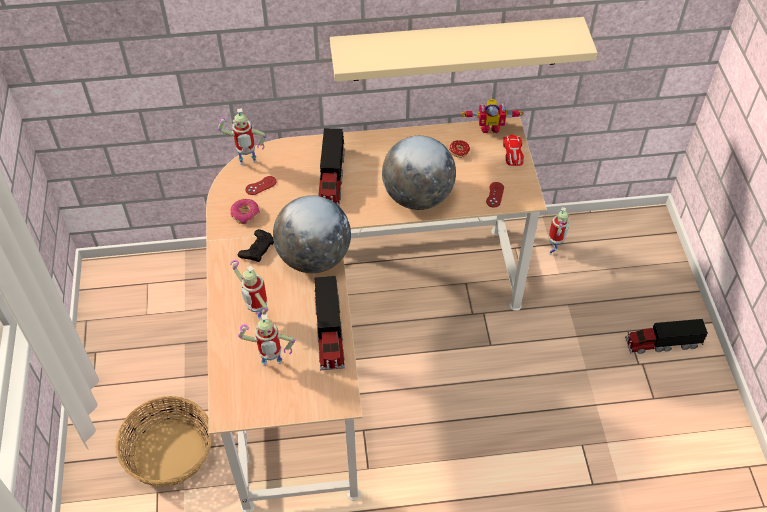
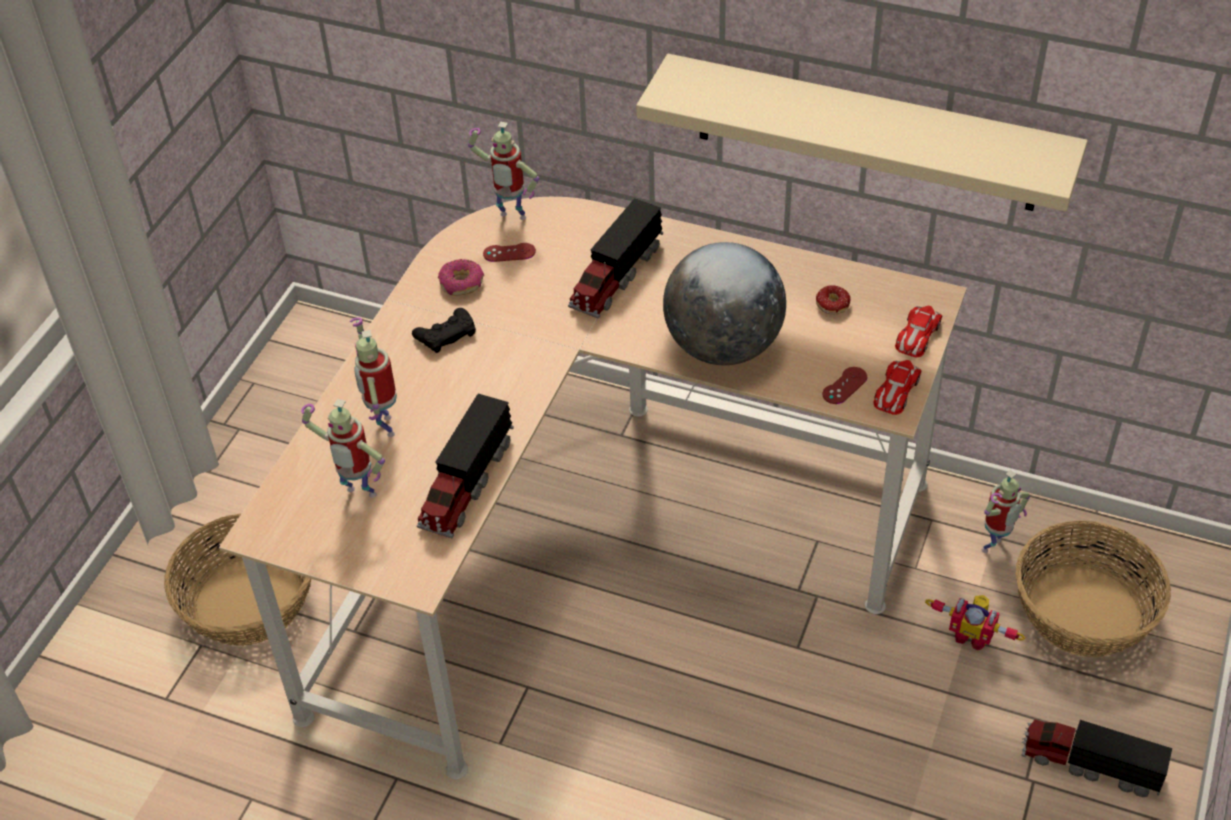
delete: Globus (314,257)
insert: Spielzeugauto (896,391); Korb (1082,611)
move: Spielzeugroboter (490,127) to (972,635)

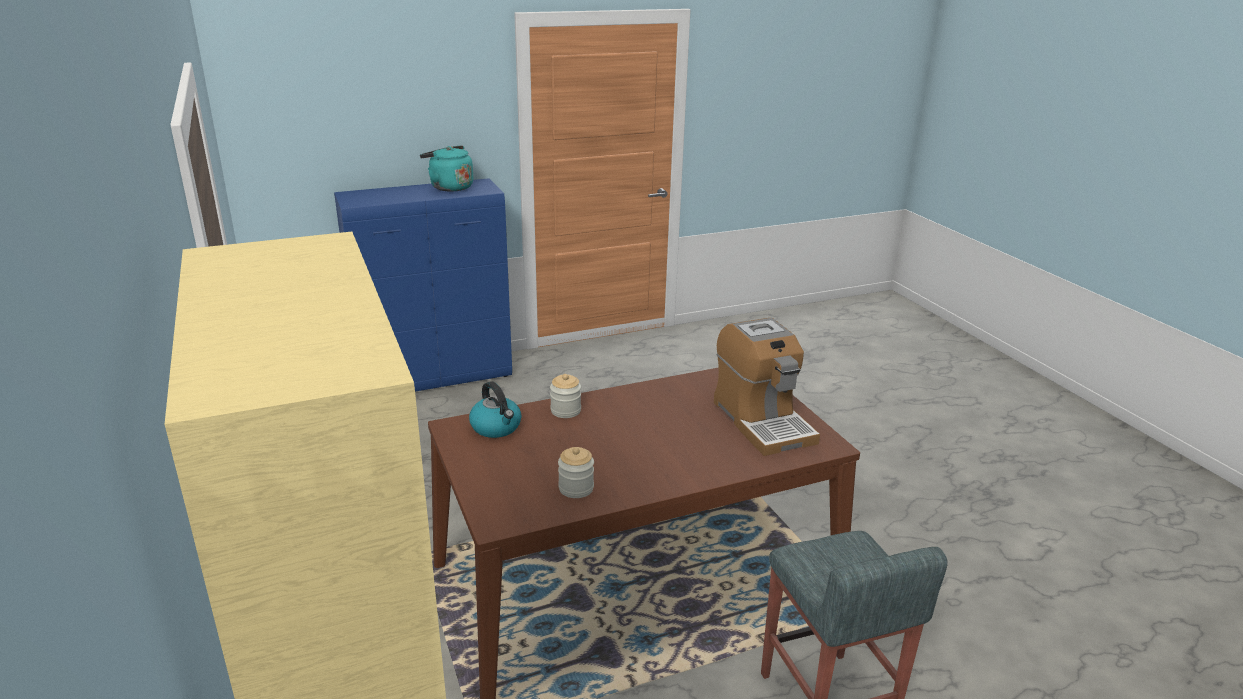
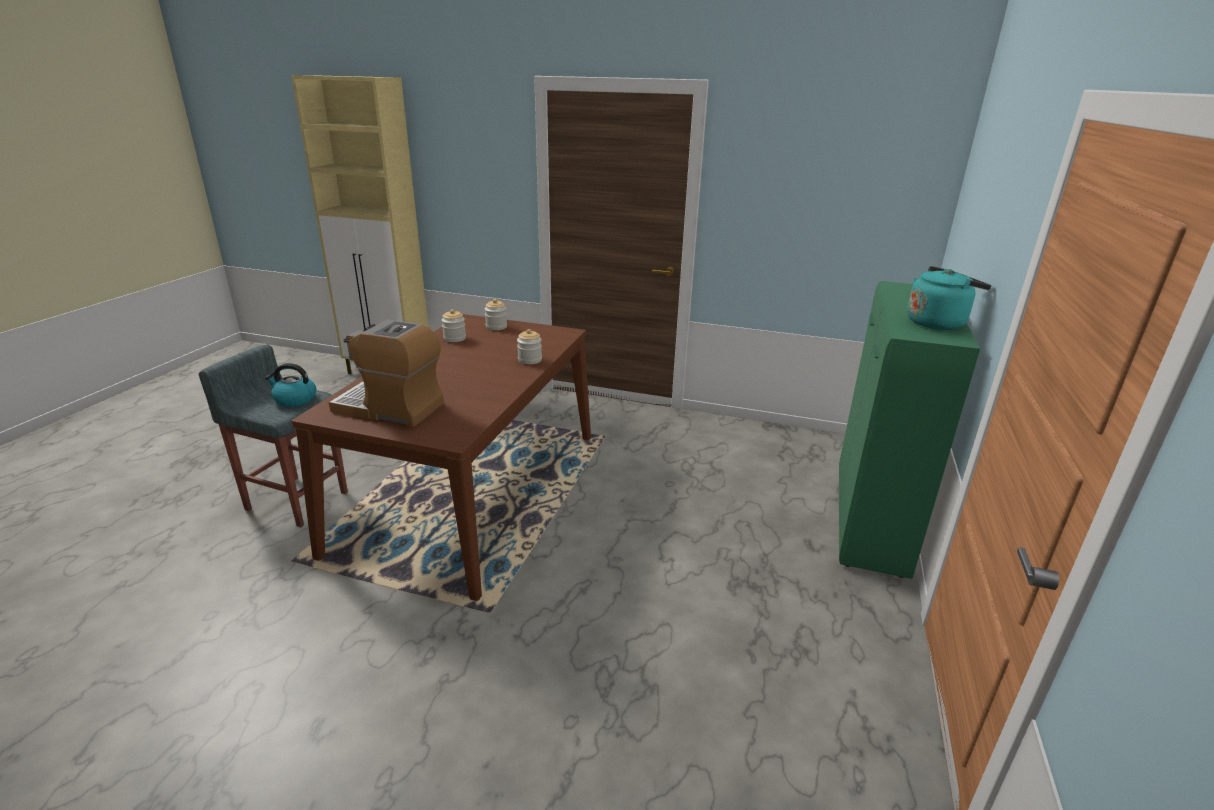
insert: Vorratsglas (496,327)
move: Wasserkessel (496,427) to (294,399)
recolor: Schrank/blau (437,378) to Schrank/grün (870,522)

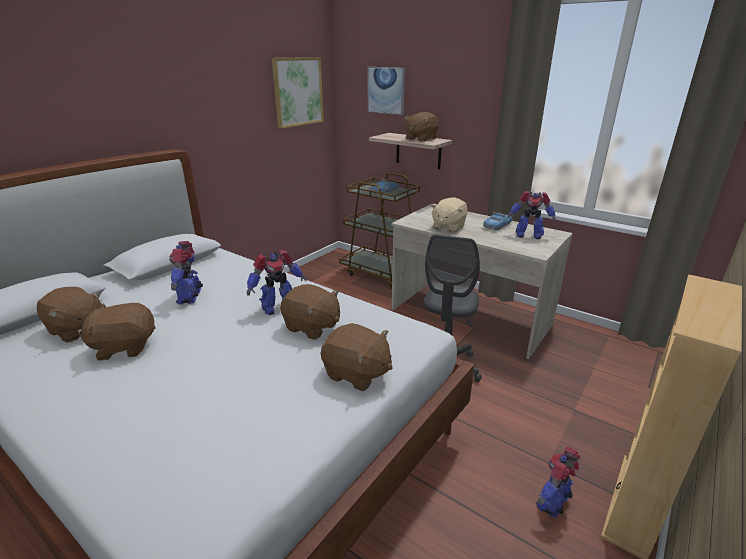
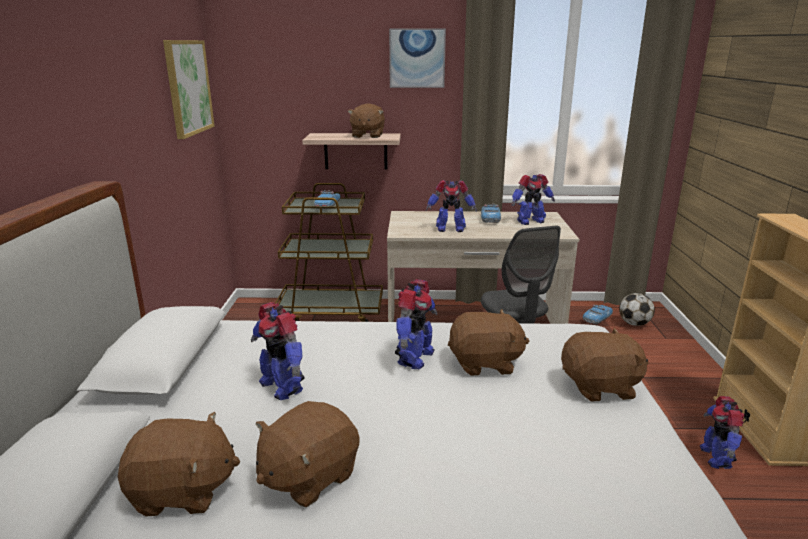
insert: Spielzeugauto (597,318); Fußball (634,324)
move: Bild (386,90) to (417,58)
replace: Plüschtier/beige (448,227) to Spielzeugroboter (450,229)

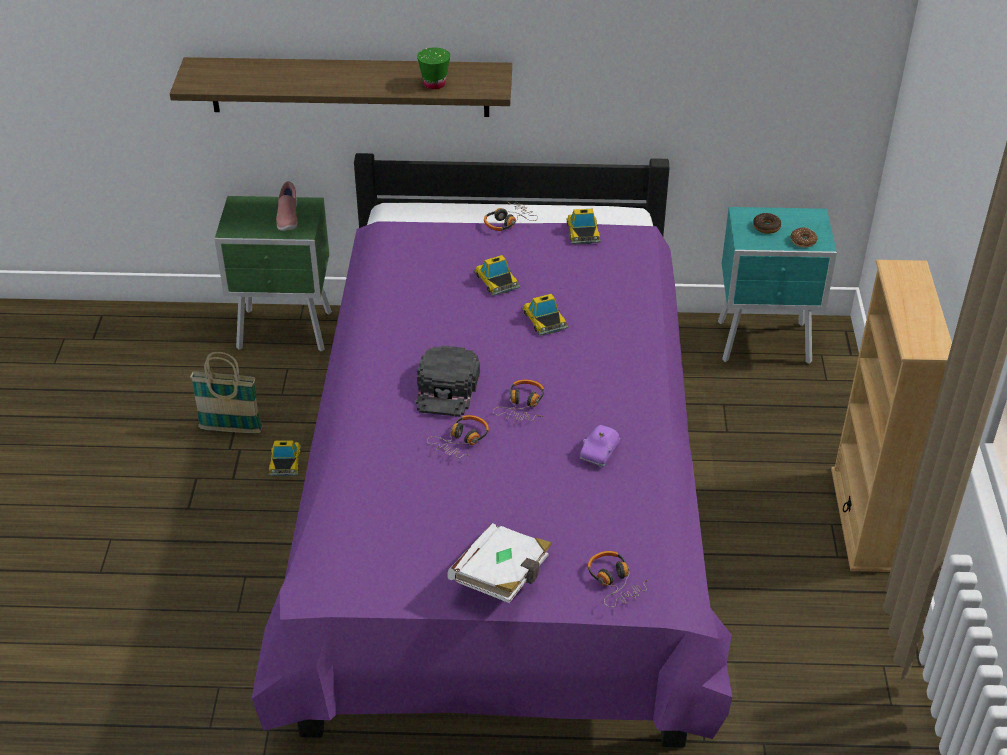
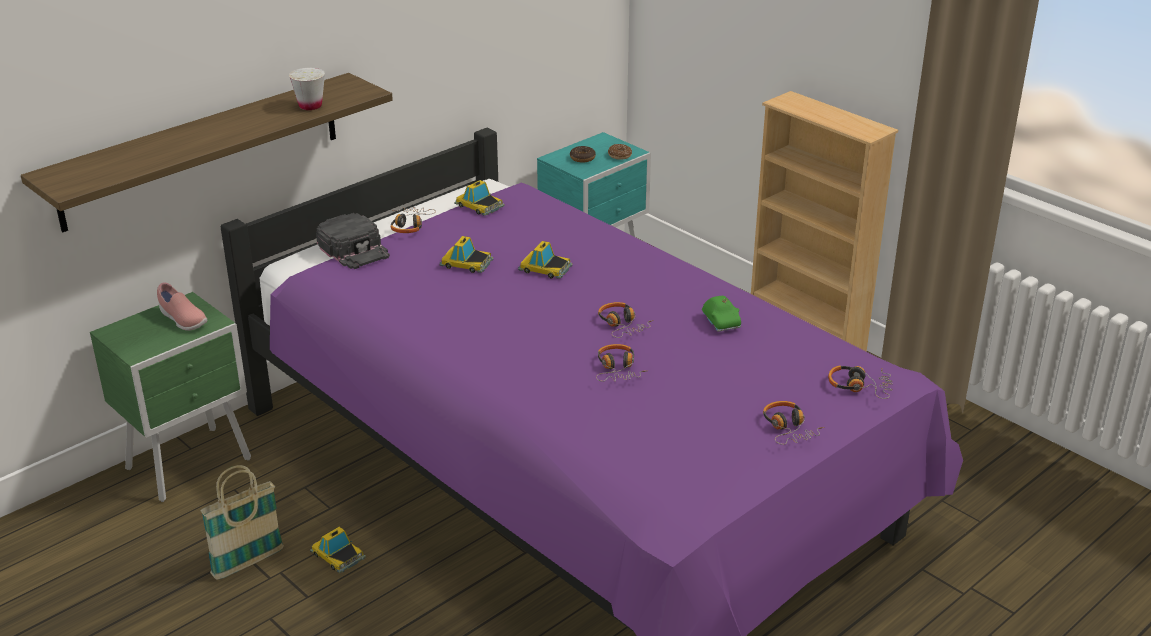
move: Kappe/schwarz (447,388) to (354,249)
replace: Buch/weiß (502,577) to Kopfhörer (789,429)
recolor: Tasse/grün (434,84) to Tasse/weiß (310,106); Spielzeugauto/lila (600,452) to Spielzeugauto/grün (721,322)

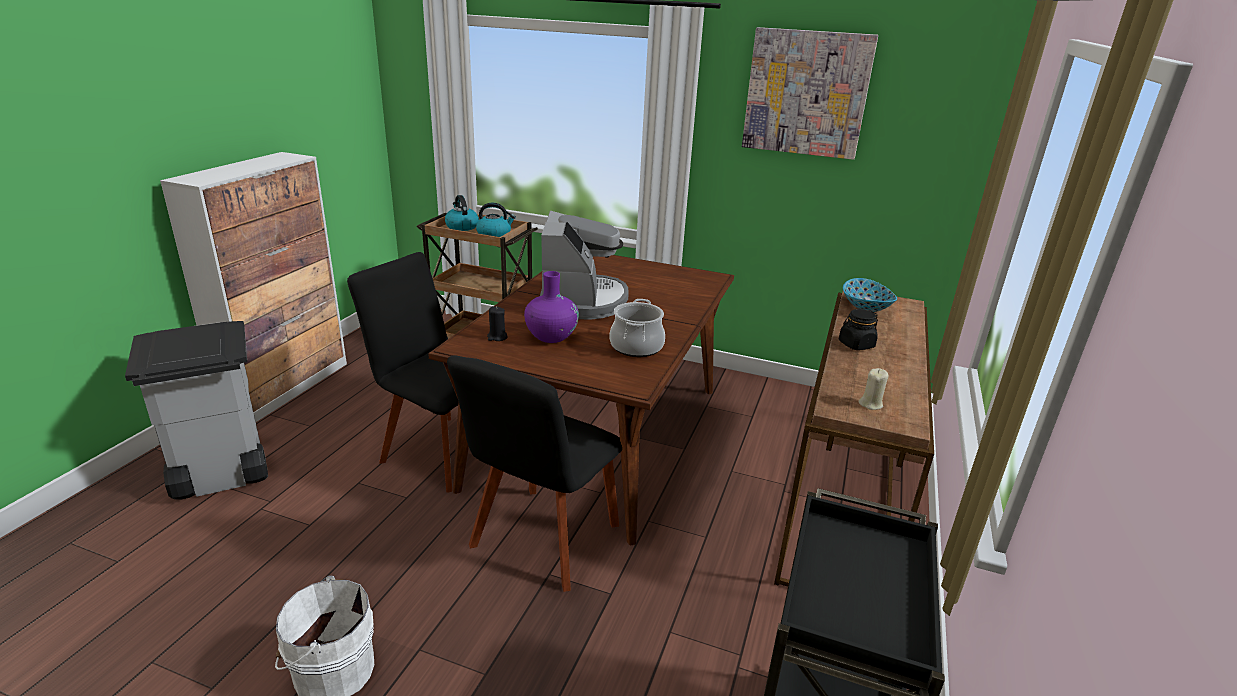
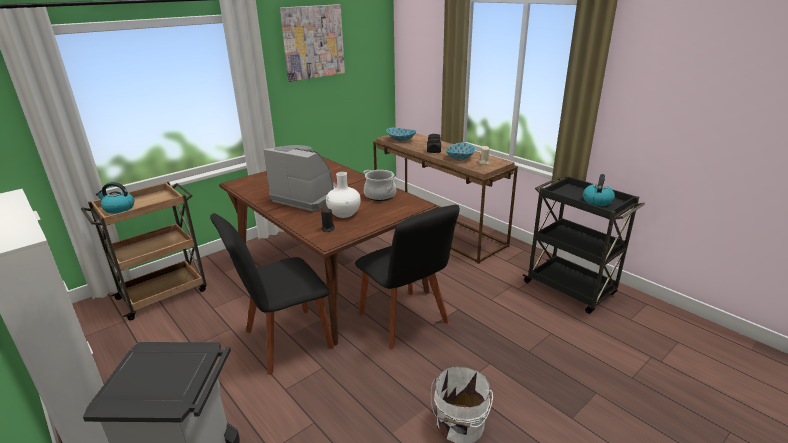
insert: Schüssel (460,158)
move: Wasserkessel (494,235) to (597,201)
recolor: Vase/lila (551,336) to Vase/weiß (344,213)

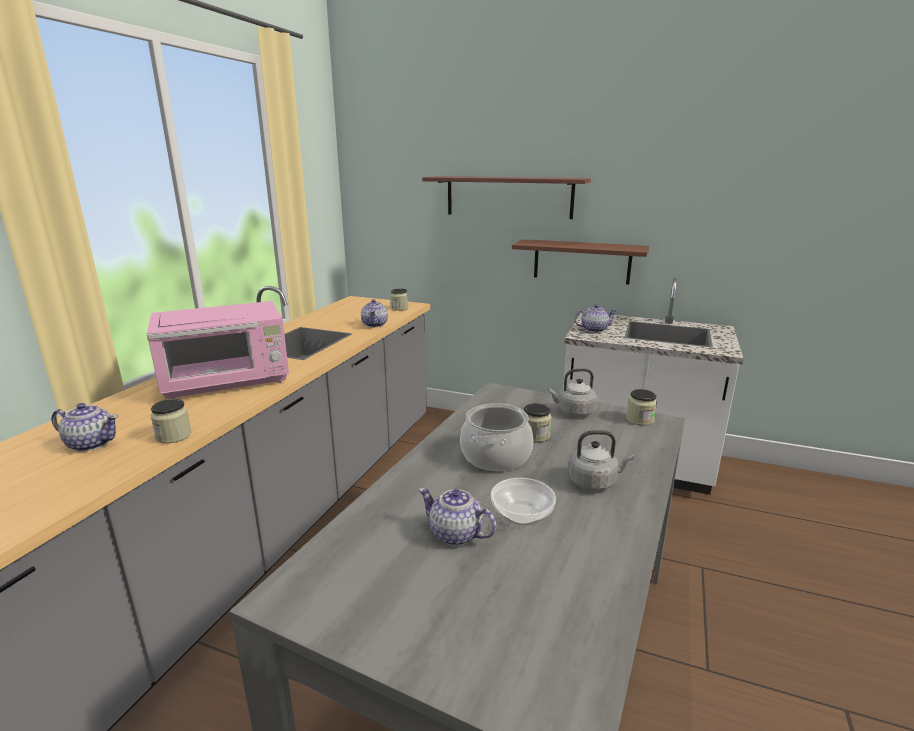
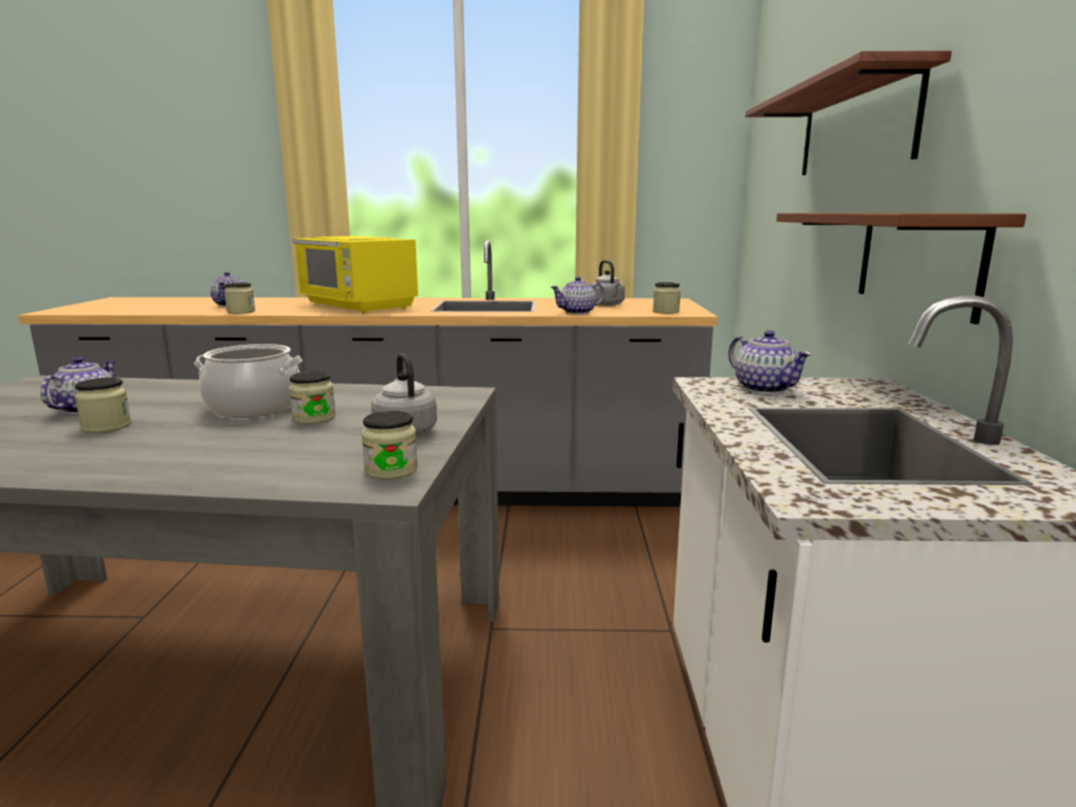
move: Wasserkessel/grau (594,482) to (607,305)
replace: Schüssel (523,515) to Vorratsglas (106,426)
recolor: Mikrowelle/rosa (228,382) to Mikrowelle/gelb (358,306)

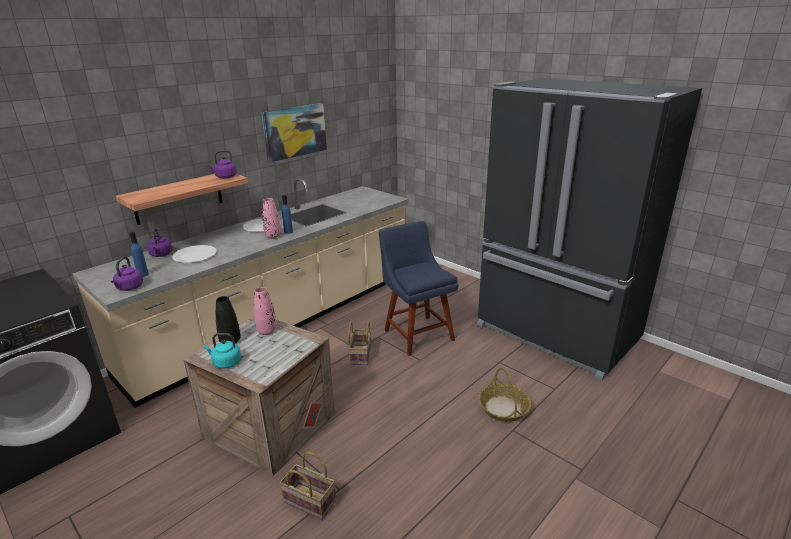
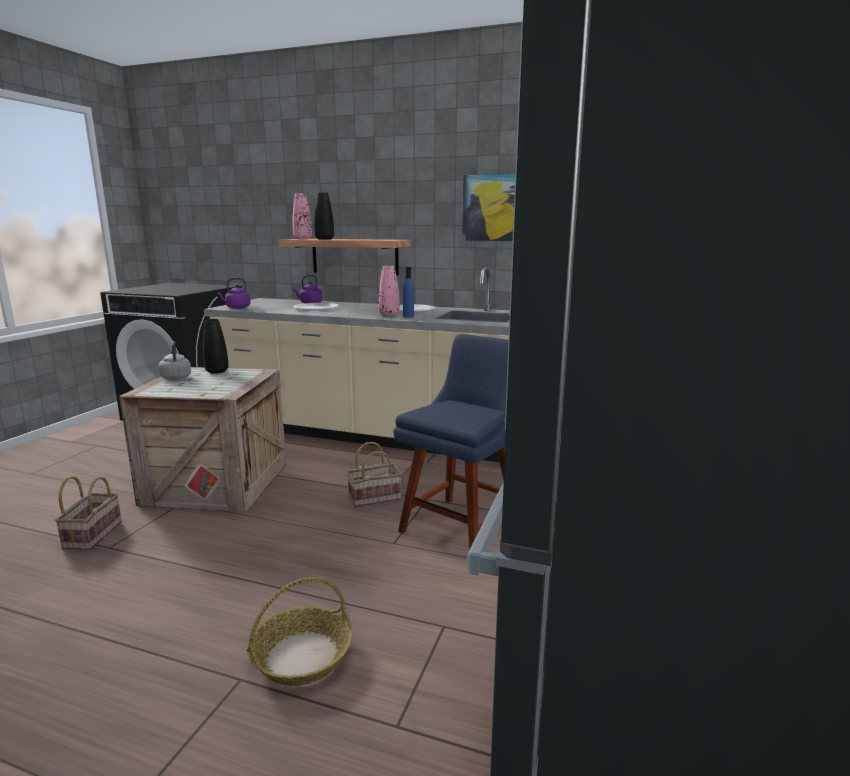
delete: Flasche/blau (143,274); Wasserkessel/lila (225,177)
insert: Vase/schwarz (324,239)
move: Vase/rosa (267,331) to (302,239)
recolor: Wasserkessel/türkis (225,363) to Wasserkessel/grau (176,377)

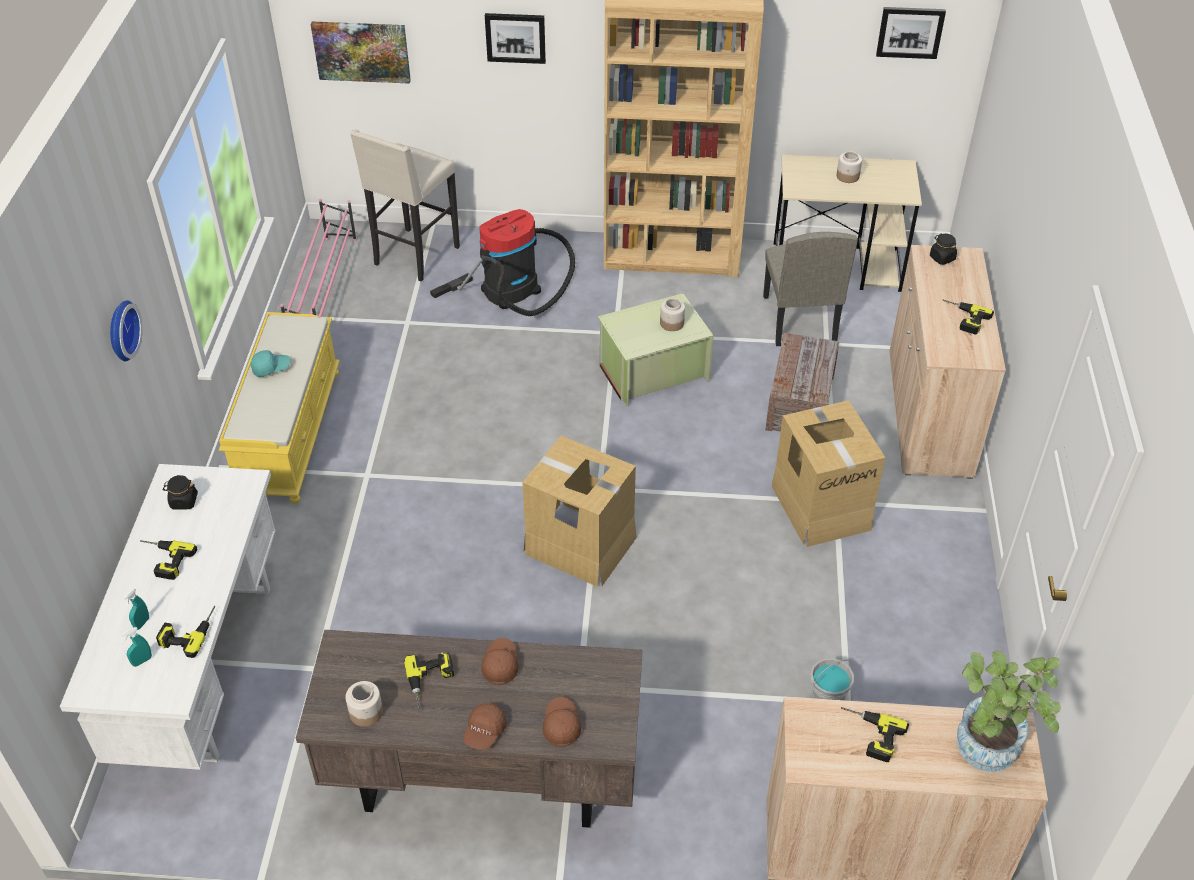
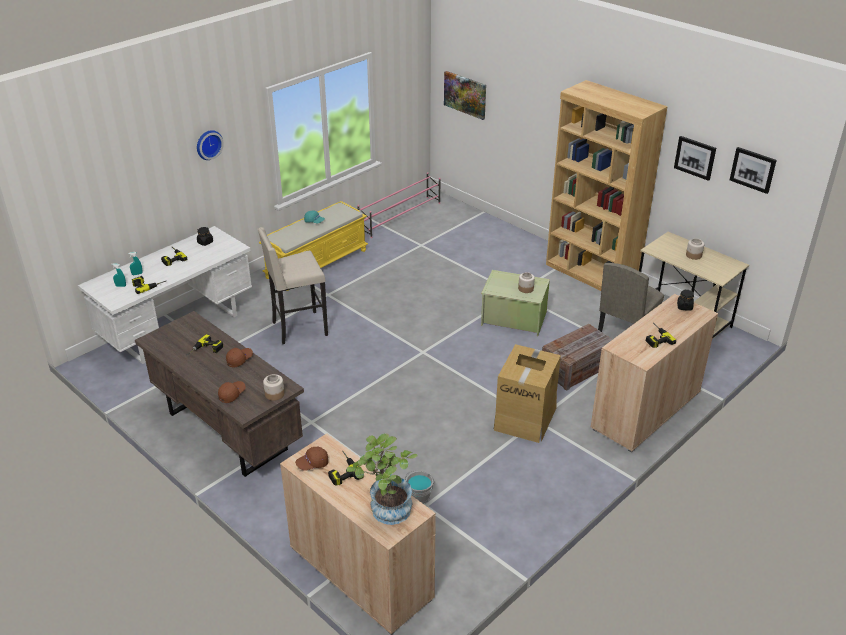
delete: Staubsauger (515,287); Karton (580,545)
move: Vorratsglas (366,712) to (275,394); Hocker/beige (415,256) to (298,329); Kappe/braun (484,732) to (312,464); Bild (515,37) to (695,157)

